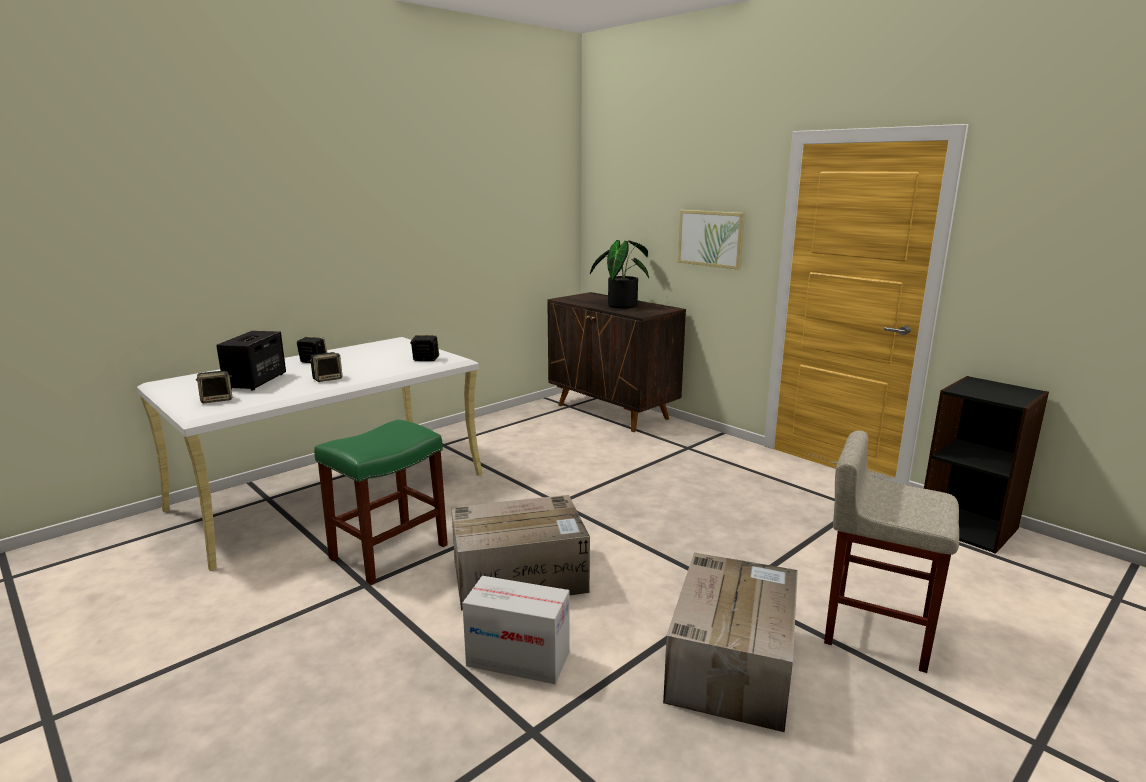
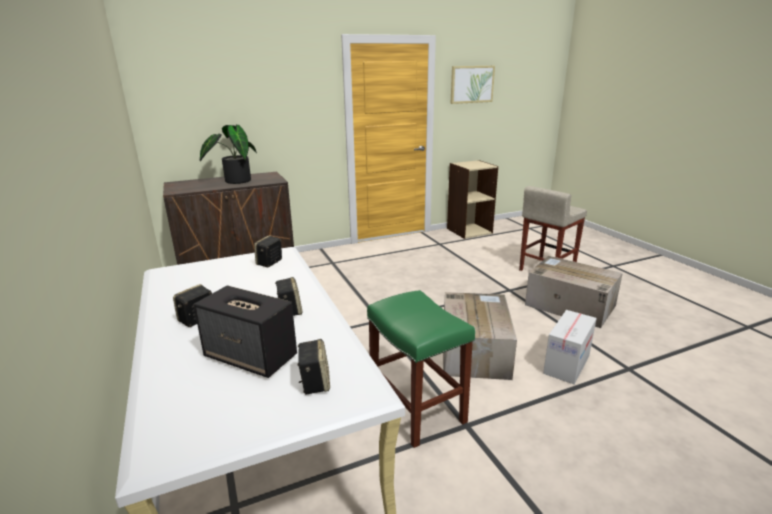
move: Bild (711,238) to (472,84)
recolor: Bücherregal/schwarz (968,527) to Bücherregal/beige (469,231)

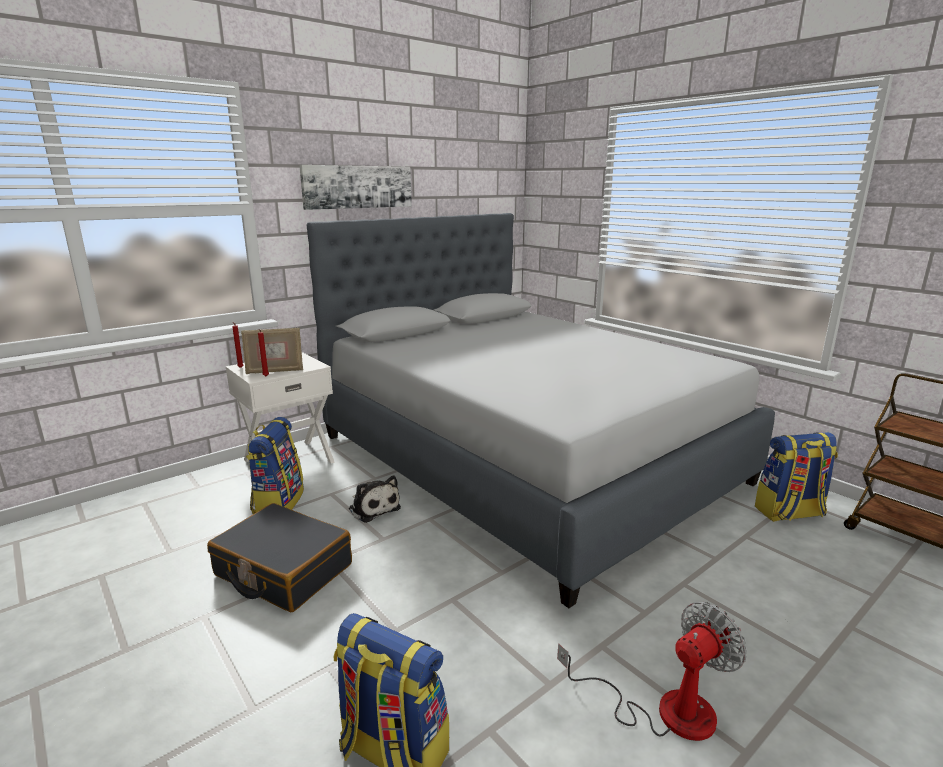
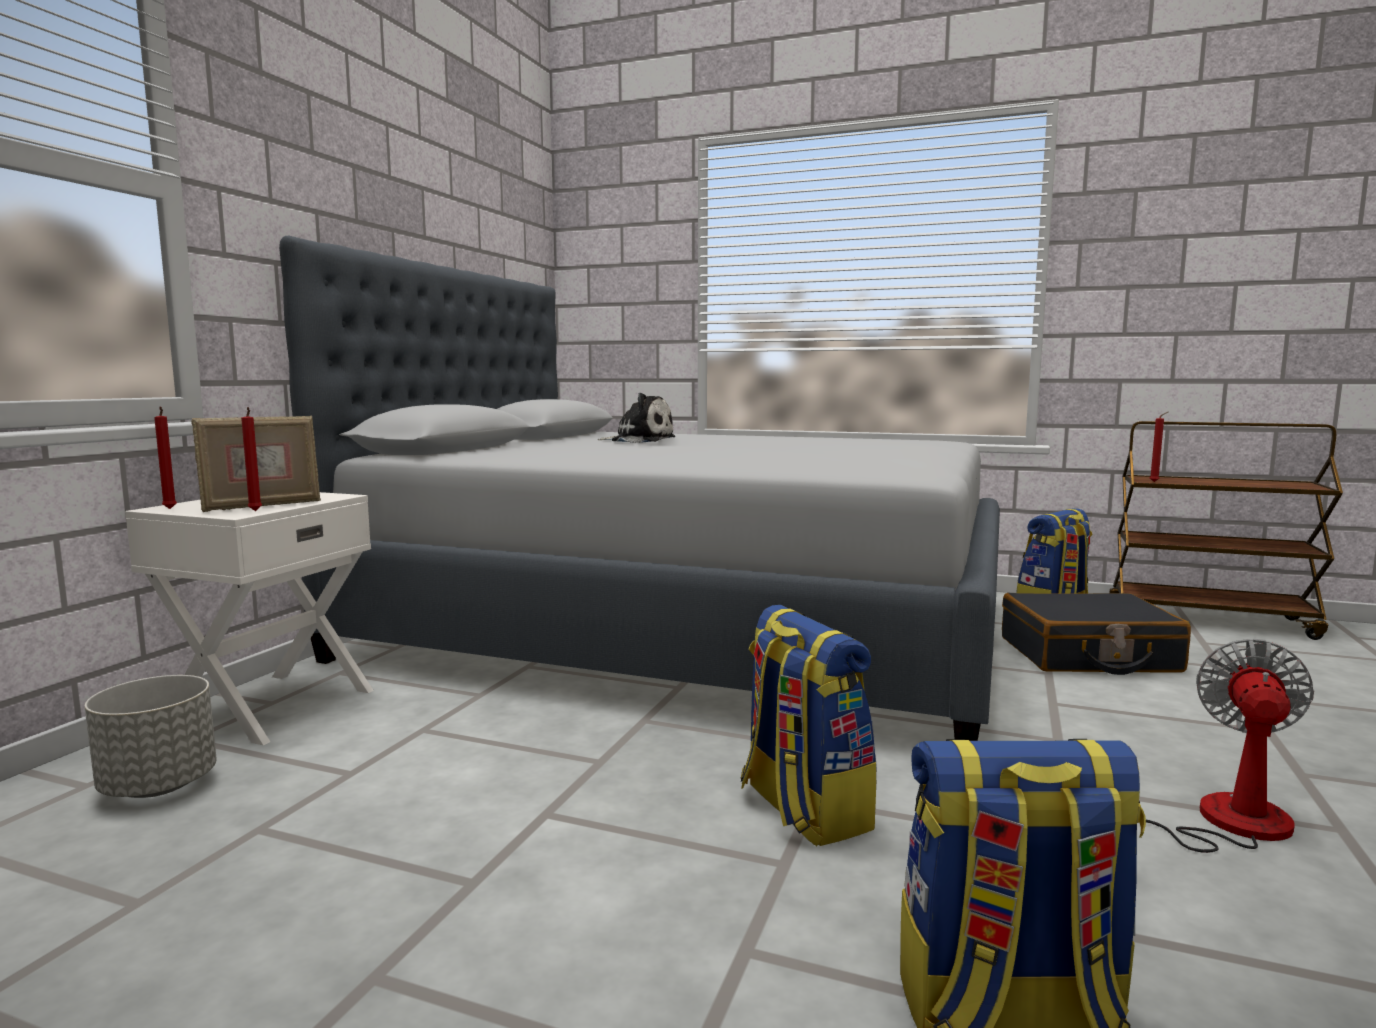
delete: Bild (358,187)
insert: Pflanzkübel/grau (159,786); Kerze/rot (1155,482)
move: Koffer/schwarz (283,570) to (1088,655); Rucksack (278,503) to (802,809); Plüschtier (373,508) to (640,441)

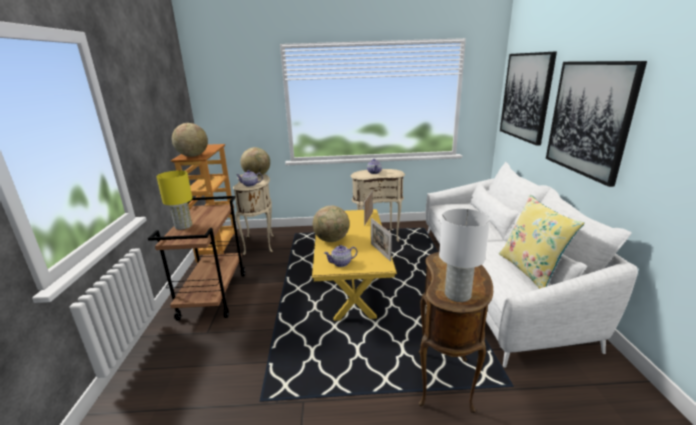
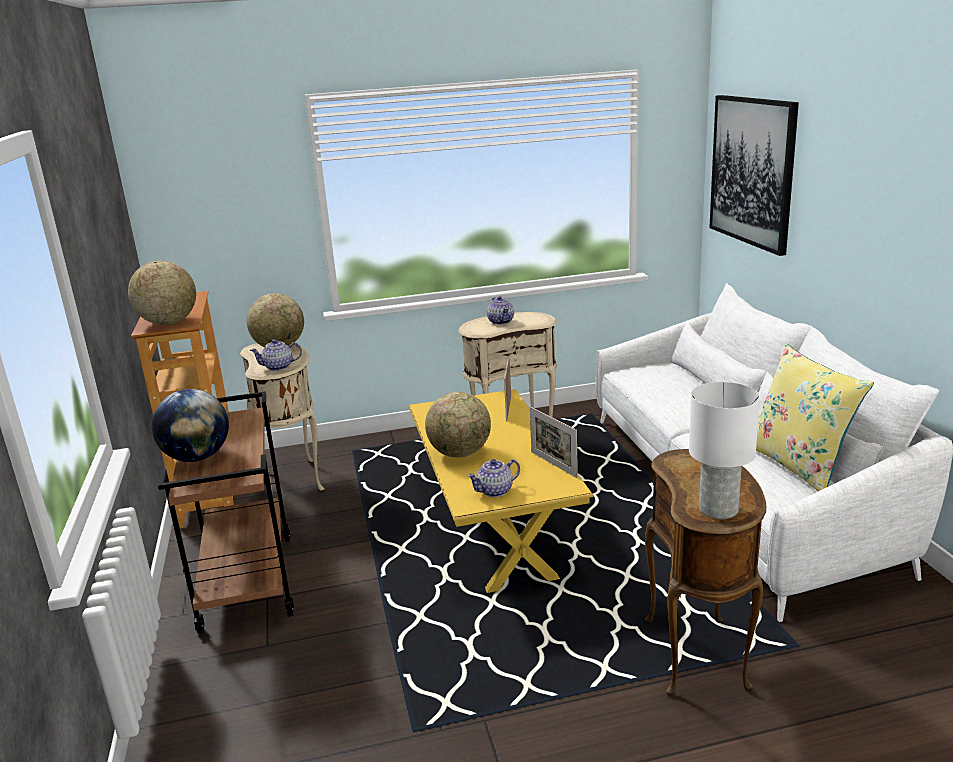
delete: Bild (589,119)
replace: Tischlampe/gelb (184,226) to Globus (197,457)

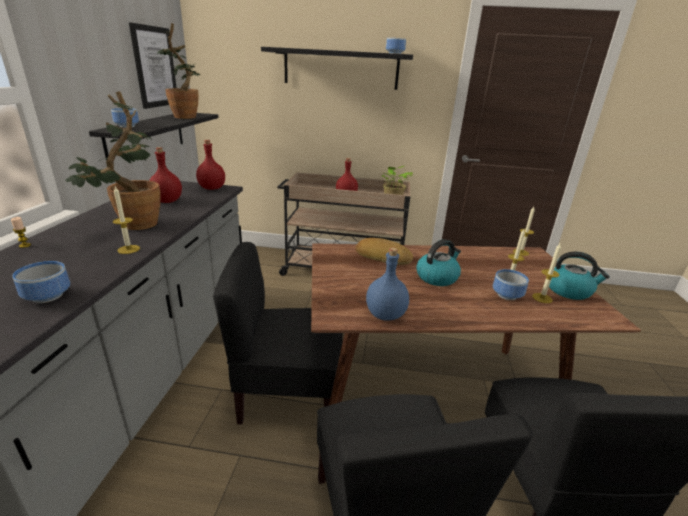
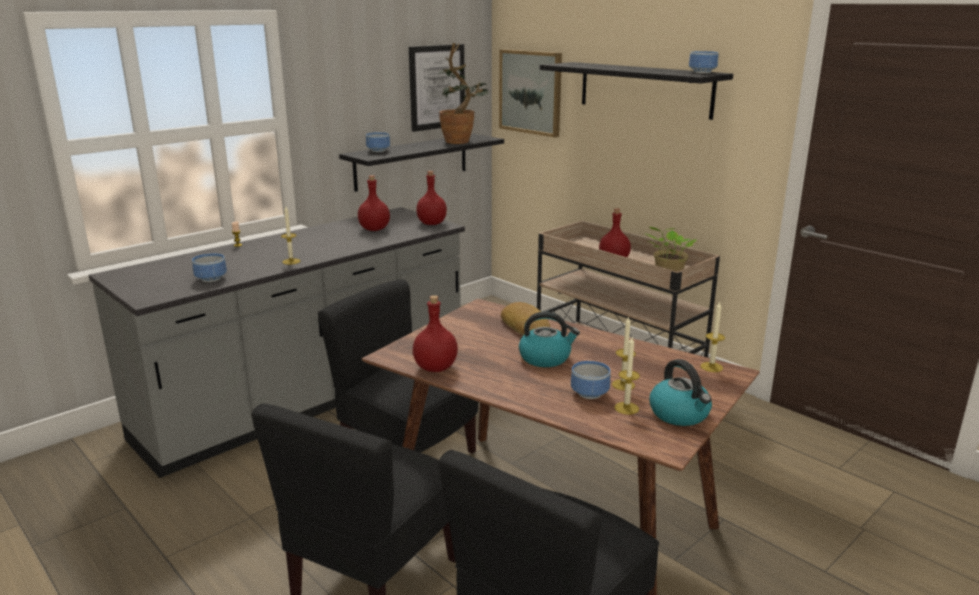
delete: Topfpflanze (133,226)
insert: Bild (531,92)
recolor: Flasche/blau (386,315) to Flasche/rot (436,368)

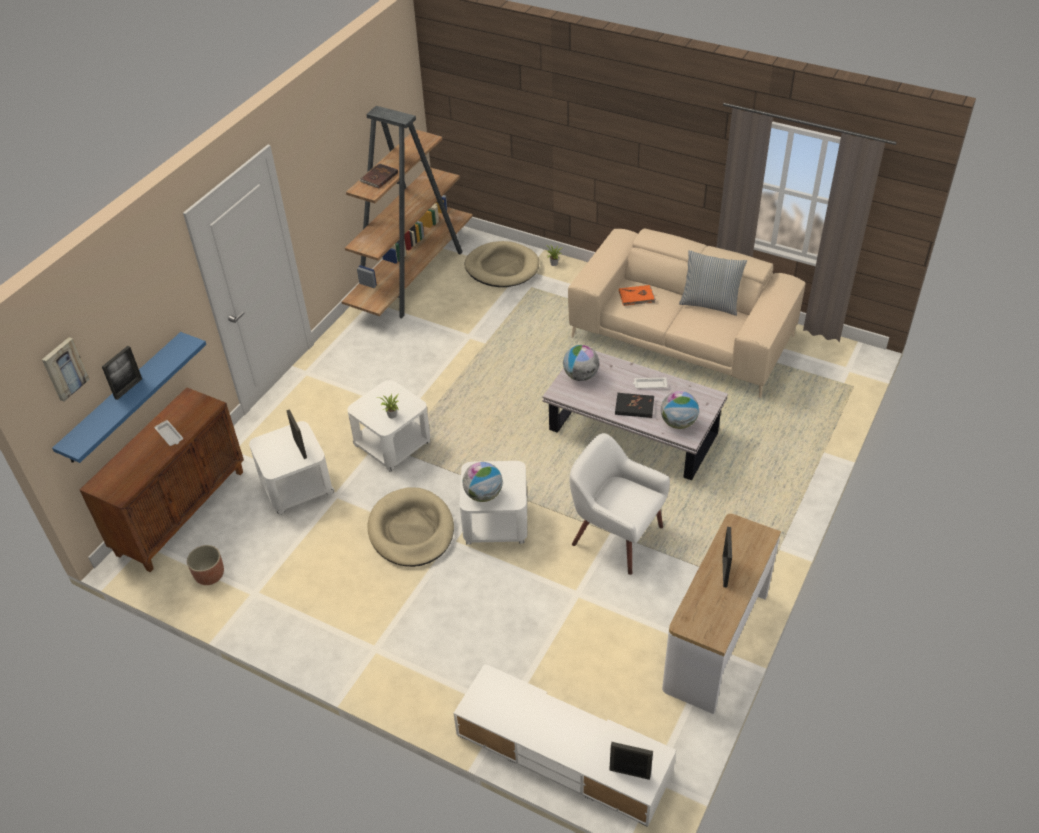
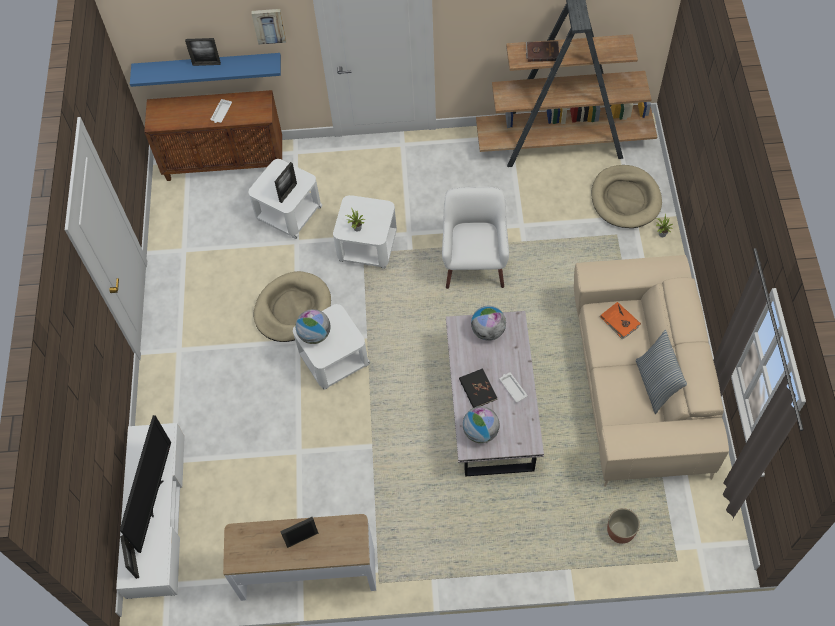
insert: Fernseher (154,498)
move: Bild (64,368) to (269,25); Pflanzkübel (210,575) to (620,531); Sessel/weiß (615,536) to (474,263)

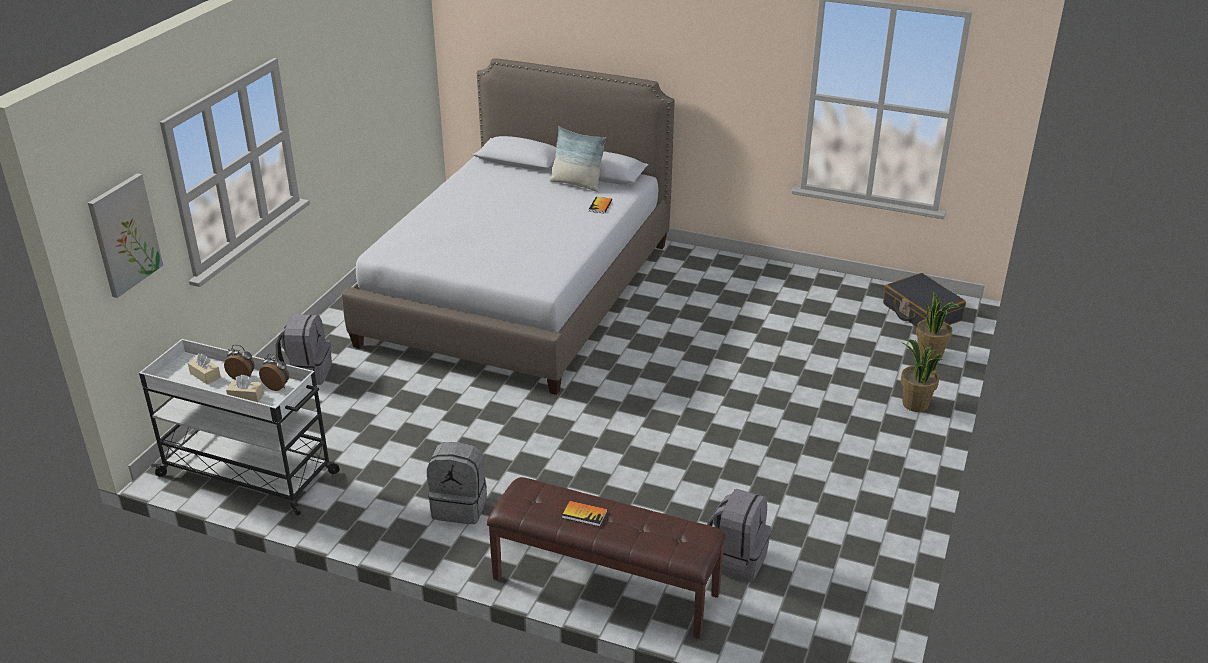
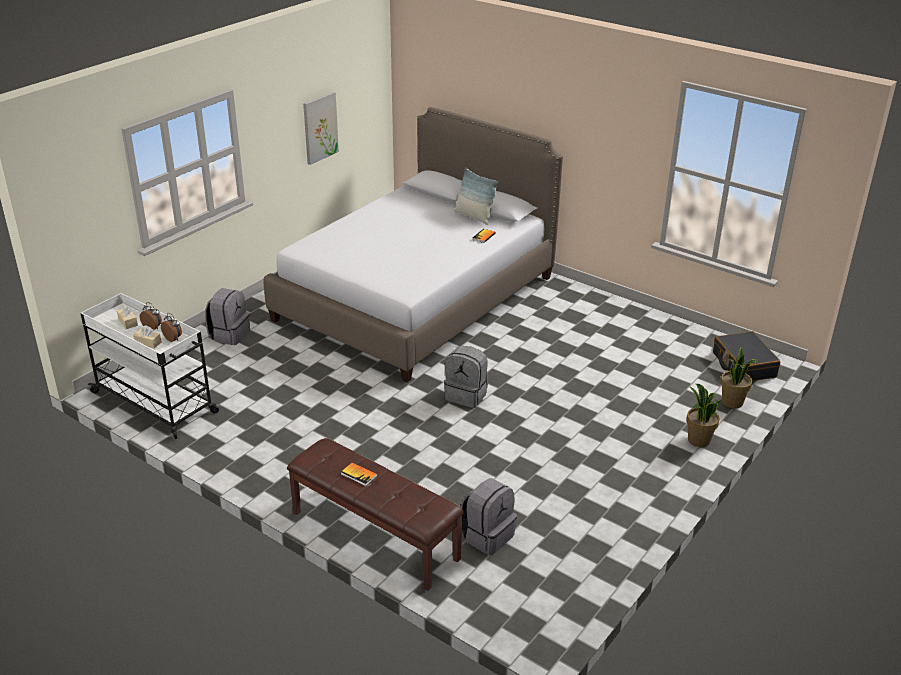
move: Bild (124,235) to (320,127); Rucksack/grau (460,507) to (467,395)

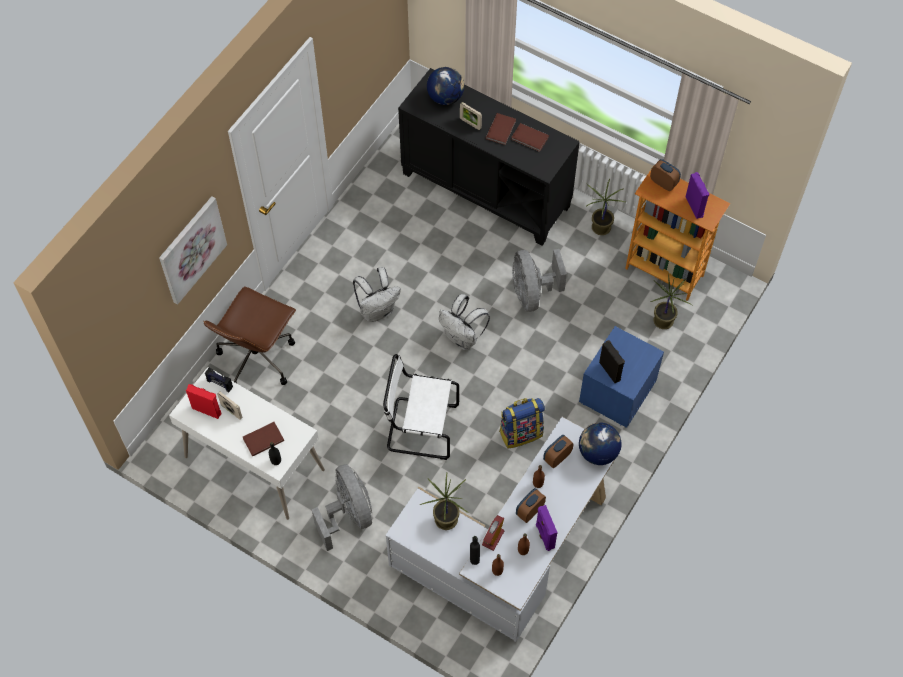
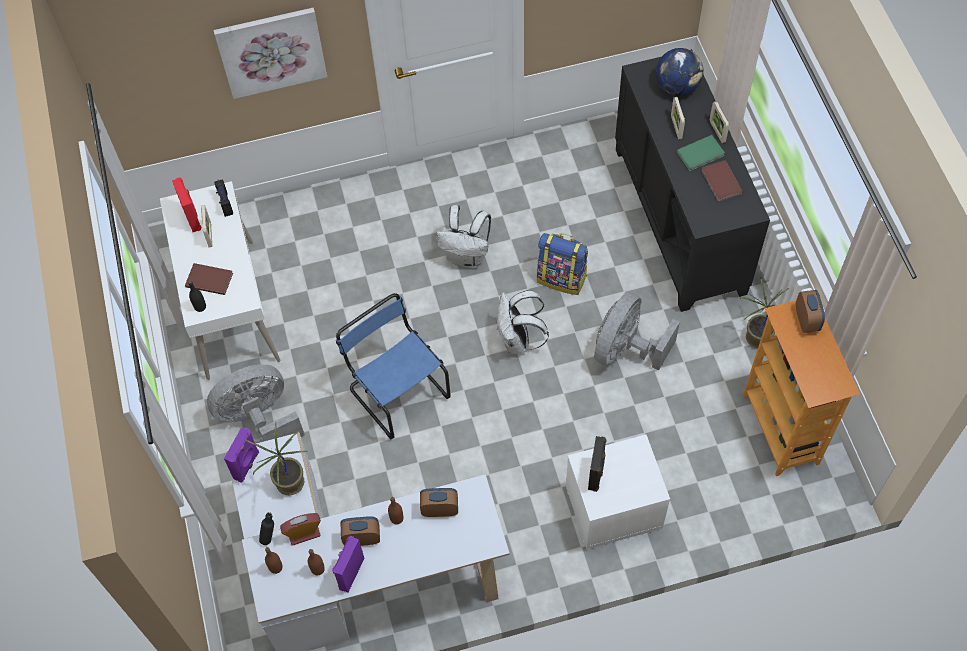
delete: Bürostuhl/braun (257,358); Globus (597,452); Topfpflanze (663,322)
insert: Bilderrahmen (717,132)
move: Rucksack (521,432) to (562,278); Lautsprecher/lila (695,206) to (247,465)
recolor: Stuhl/weiß (419,427) to Stuhl/blau (397,391); Buch/braun (501,129) to Buch/grün (701,154); Nachttisch/blau (618,392) to Nachttisch/weiß (613,509)
rotate: Ventilator/grau (348,514) = (259,417) 135 degrees counterclockwise

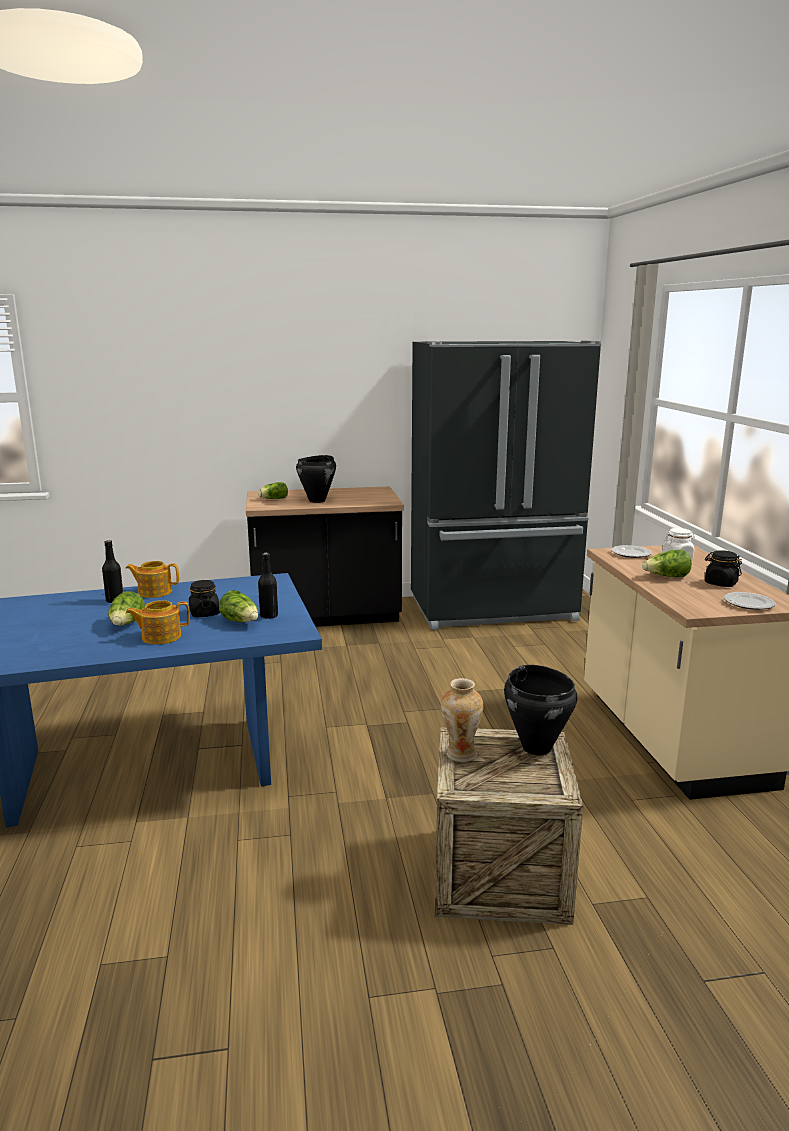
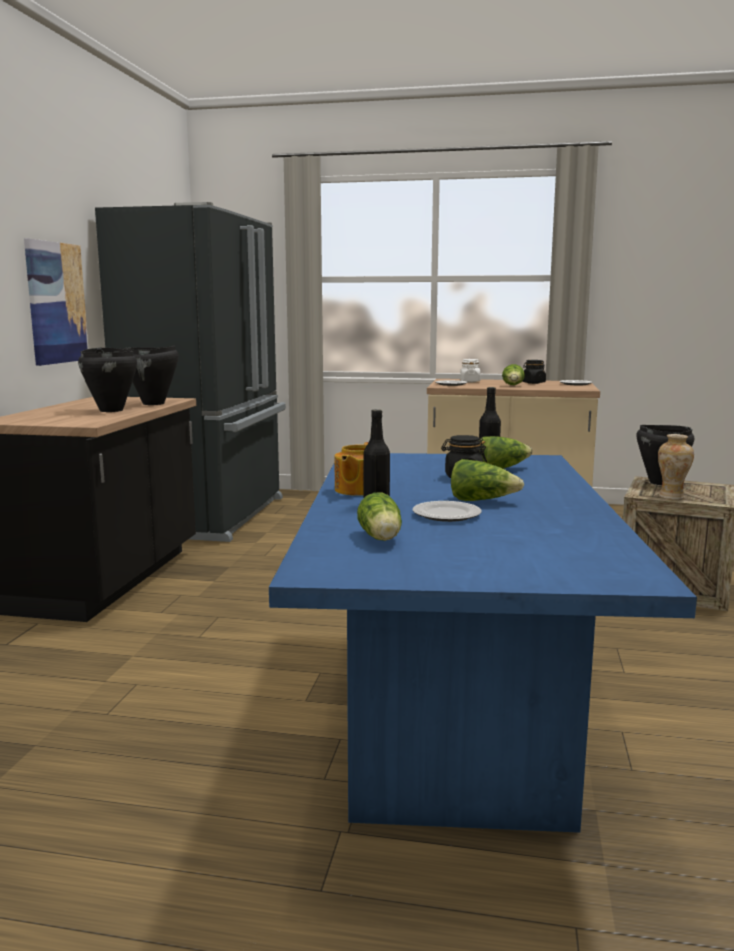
delete: Teekanne (160,637)
insert: Bild (56,303); Kochtopf/schwarz (154,403); Teller (446,515)
move: Salatkopf (273,499) to (381,538)

